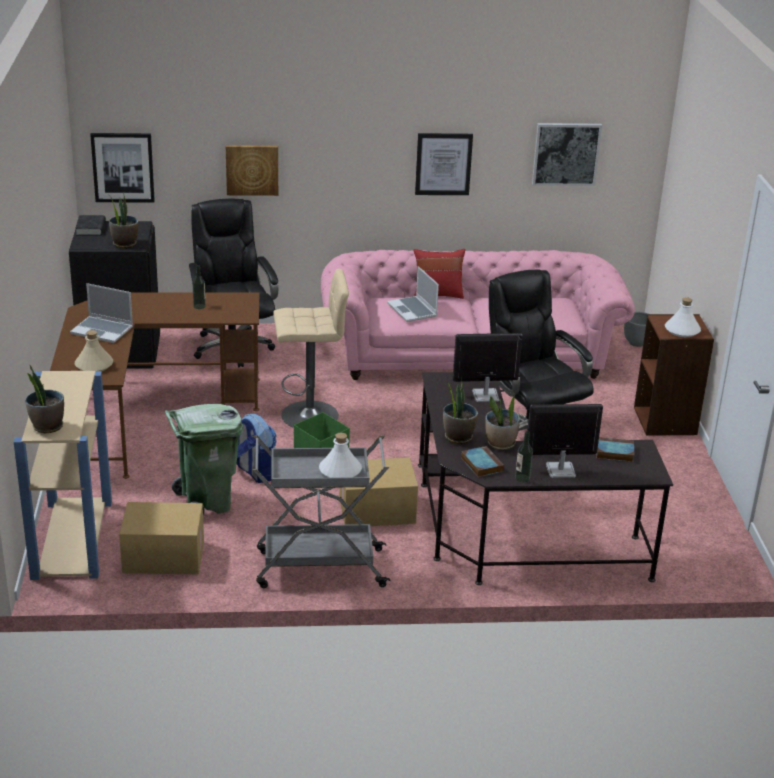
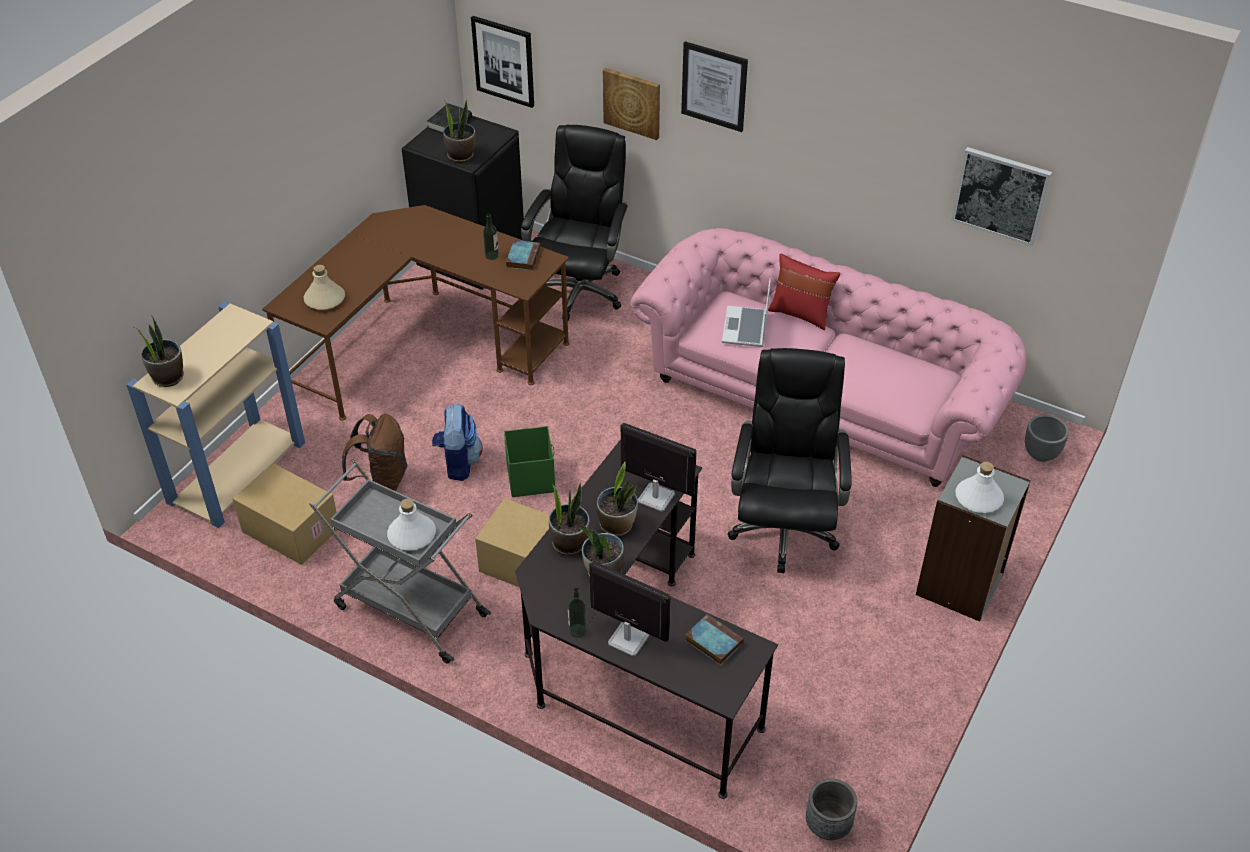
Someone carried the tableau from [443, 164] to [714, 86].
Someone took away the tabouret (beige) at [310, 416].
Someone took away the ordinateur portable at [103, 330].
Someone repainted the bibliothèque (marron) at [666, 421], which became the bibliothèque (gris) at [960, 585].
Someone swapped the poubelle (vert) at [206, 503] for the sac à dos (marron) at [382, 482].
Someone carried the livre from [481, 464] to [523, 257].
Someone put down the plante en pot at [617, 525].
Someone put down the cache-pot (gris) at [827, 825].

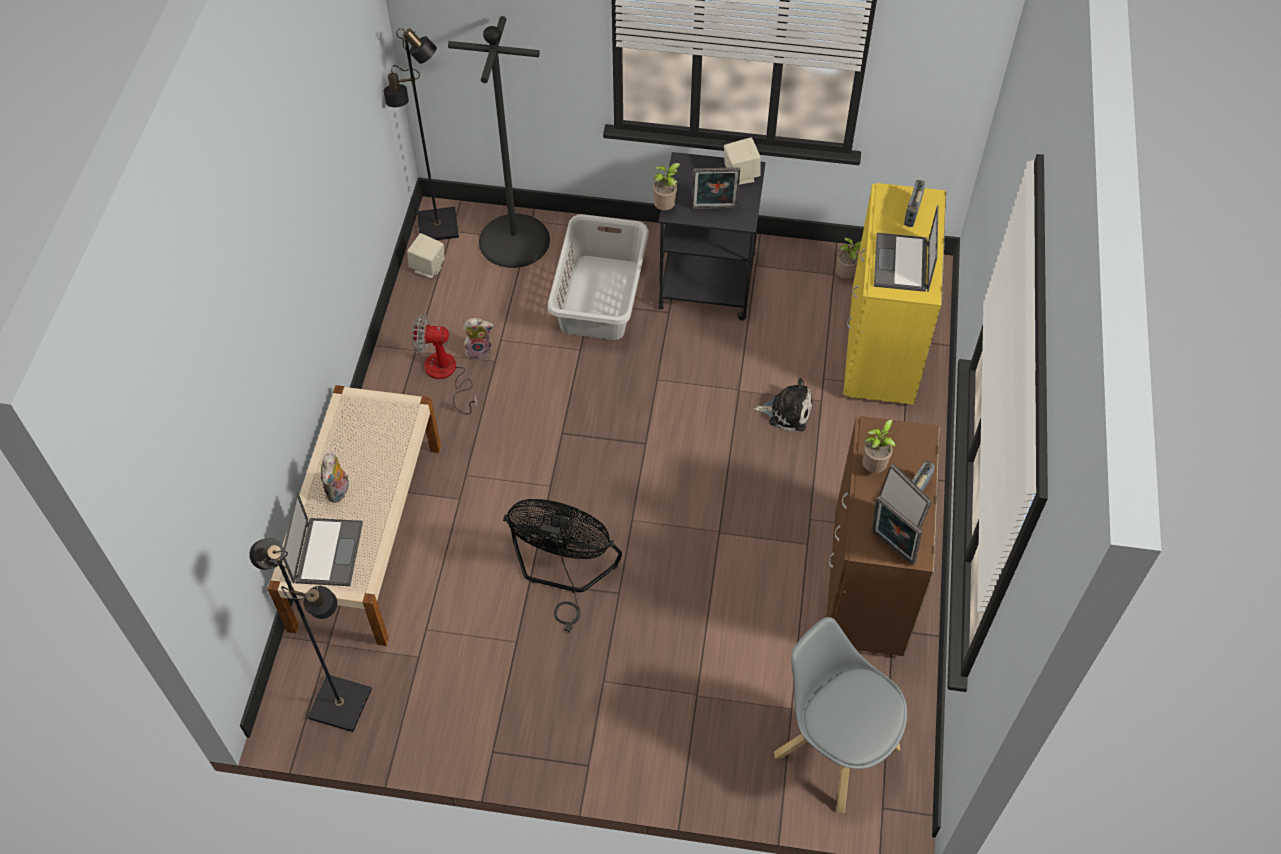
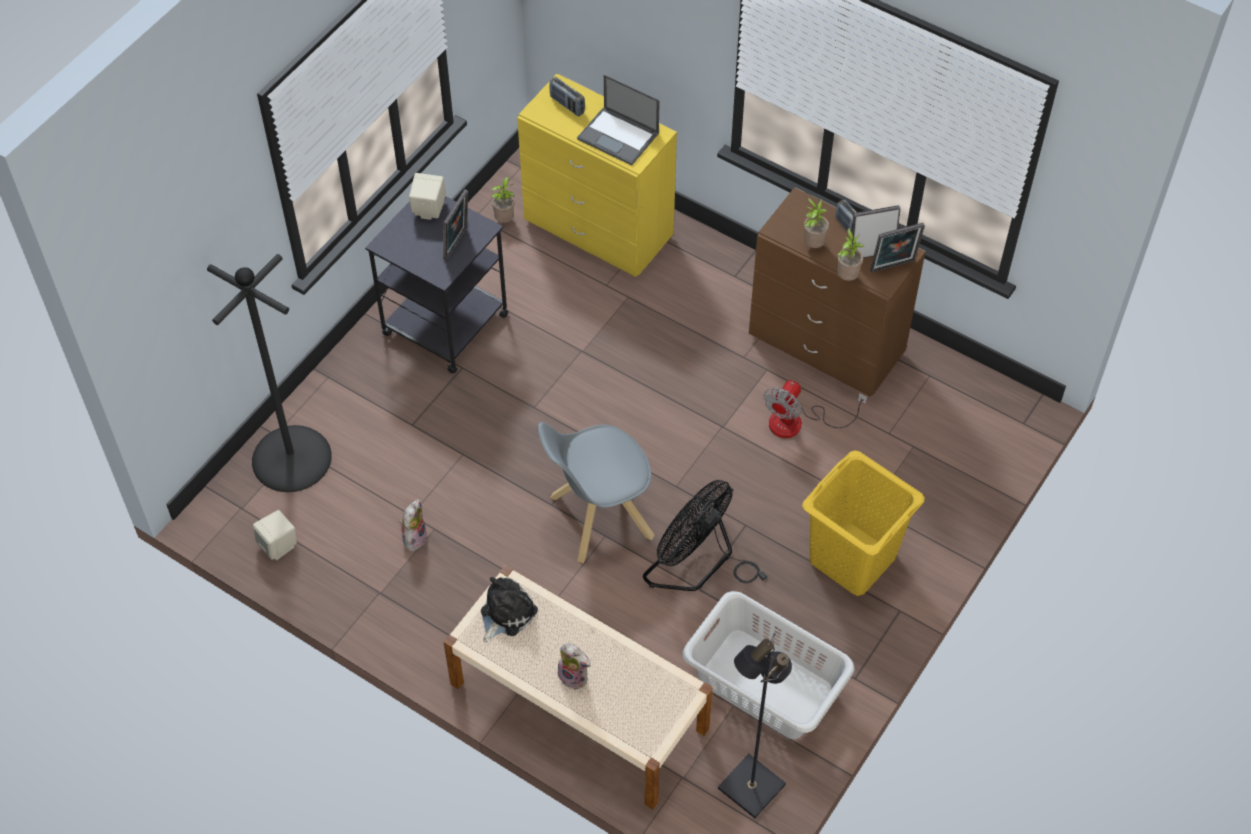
Someone took away the lampadaire (noir) at [437, 225].
Someone carried the plante en pot from [666, 208] to [847, 276].
Someone carried the panier à linge (gris) from [599, 298] to [765, 685].
Someone carried the ventilateur from [446, 375] to [798, 423].
Someone carried the peluche from [787, 411] to [506, 613].
Someone took away the ordinateur portable at [327, 551].
Someone carried the chaise (gris) from [834, 748] to [598, 517].
Someone put down the panier à linge (jaune) at [852, 559].

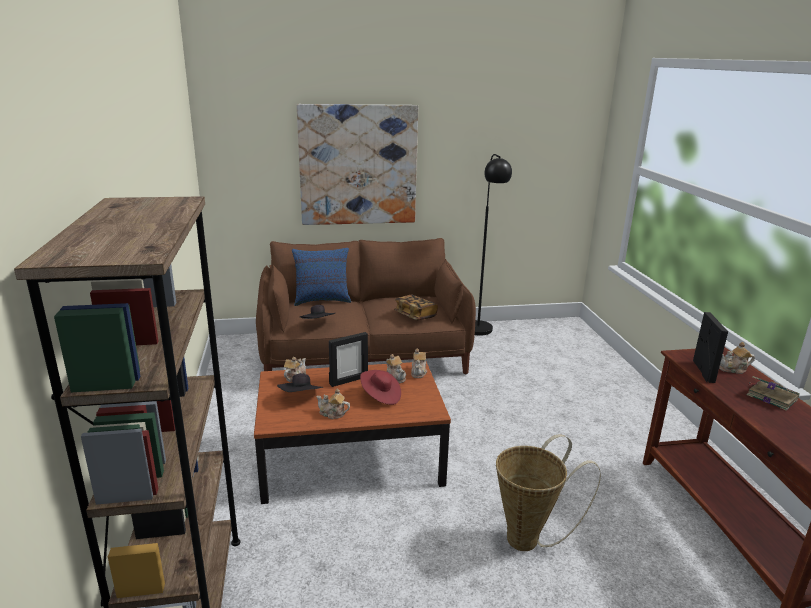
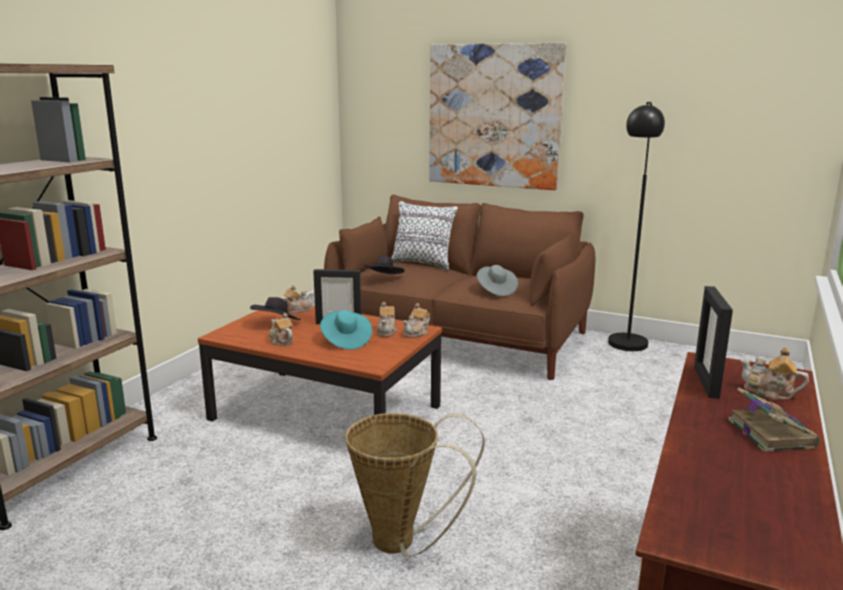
Someone repainted the coussin (bleu) at [322, 301], which became the coussin (blanc) at [422, 264].
Someone swapped the livre at [415, 315] for the chapeau (gris) at [496, 290].
Someone rotated the cadre photo at [702, 371] by 150 degrees clockwise.
Someone repainted the chapeau (rouge) at [380, 396], which became the chapeau (turquoise) at [345, 341].

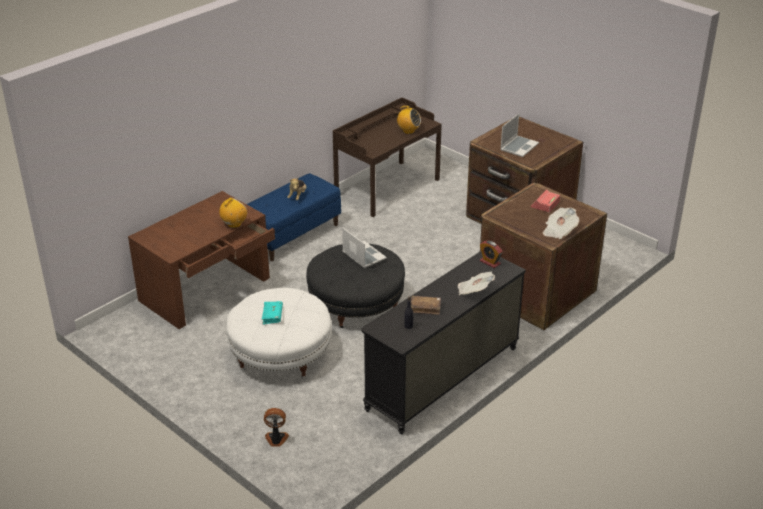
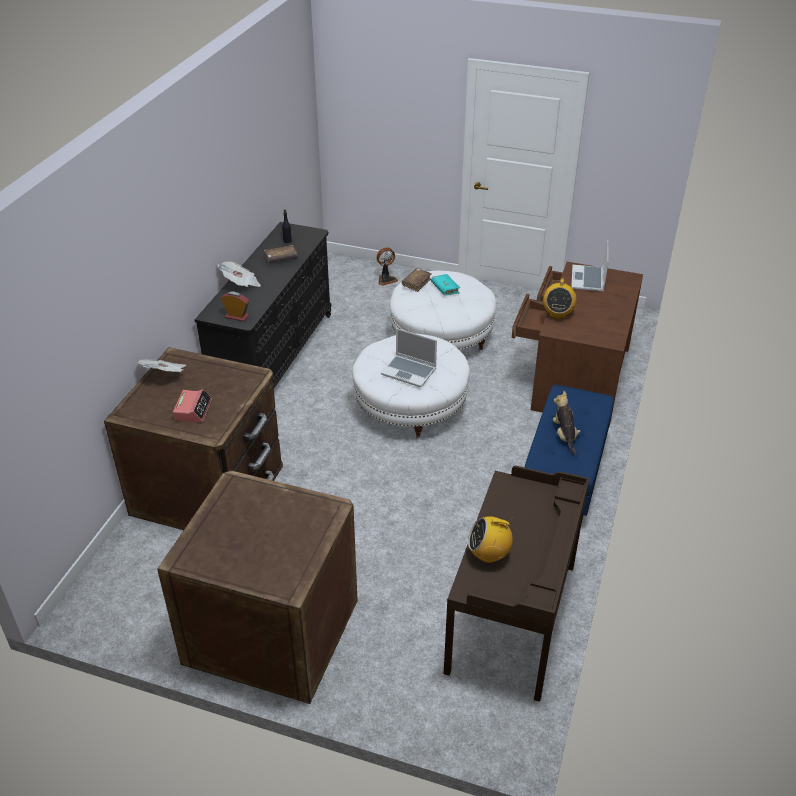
Someone carried the ordinateur portable from [519, 147] to [588, 280].
Someone repainted the pouf (noir) at [356, 304], which became the pouf (blanc) at [410, 407].
Someone put down the livre (marron) at [416, 283].

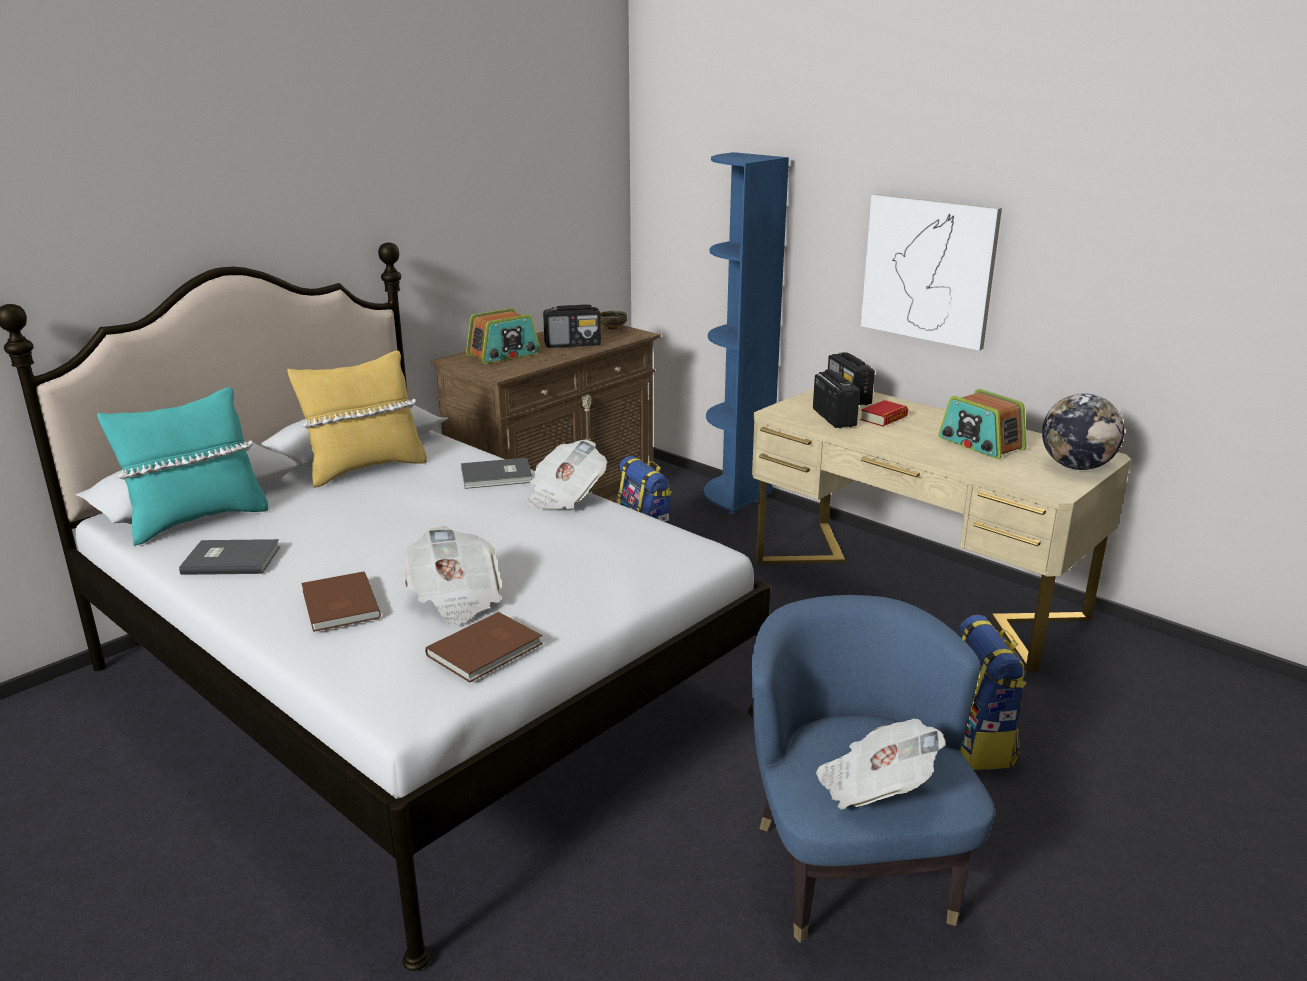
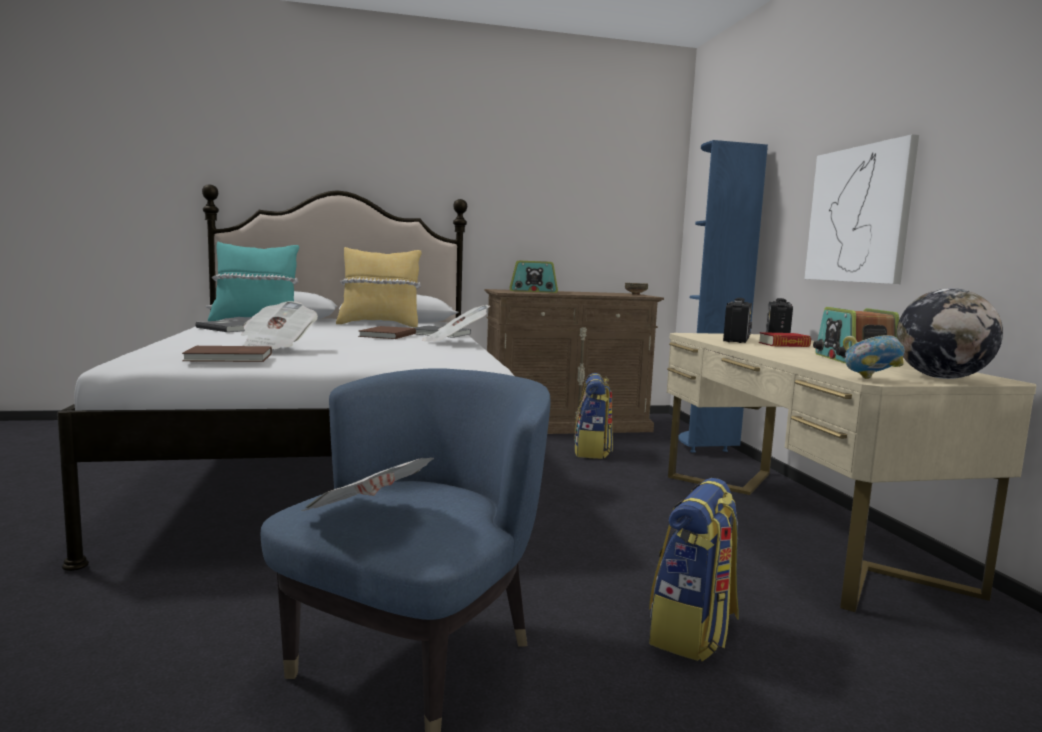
Someone took away the radio at [573, 344].
Someone carried the livre (marron) from [338, 605] to [385, 335].
Someone put down the bol at [871, 380].

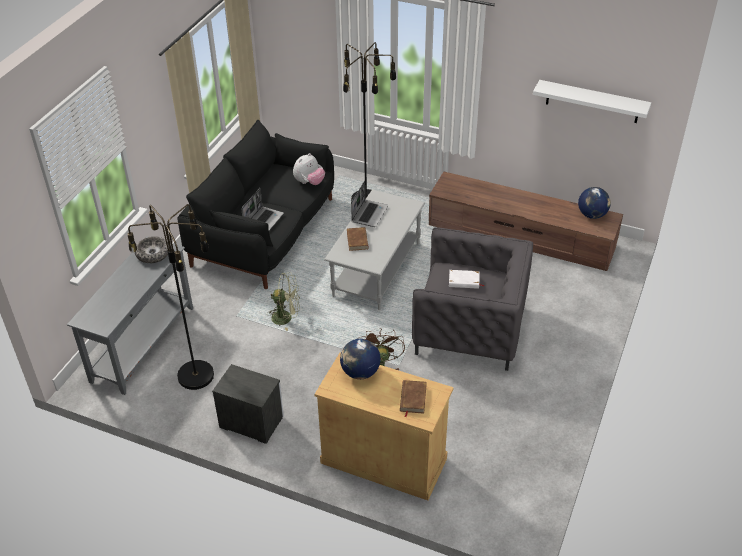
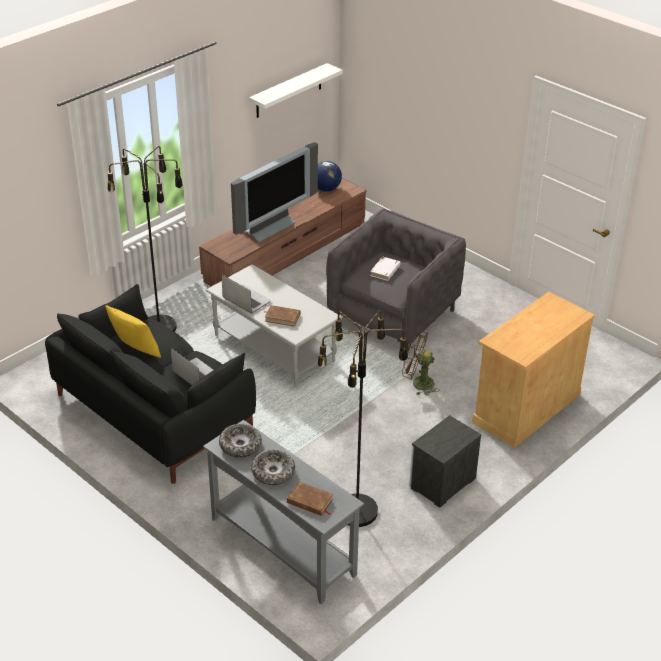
Someone took away the peluche at [309, 182].
Someone took away the ventilateur (vert) at [286, 317].
Someone took away the globe at [360, 372].
Someone carried the livre (marron) from [412, 399] to [310, 501].
Someone put down the téléviseur at [268, 227].
Someone put down the coussin (jaune) at [136, 351].
Someone put down the bol at [273, 472].

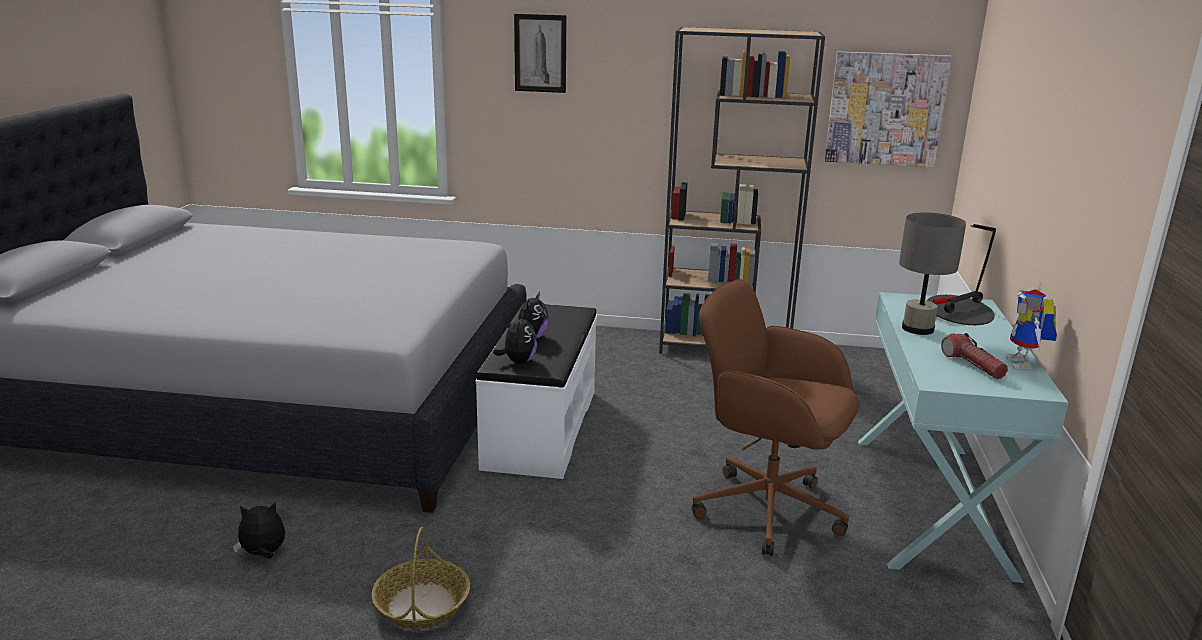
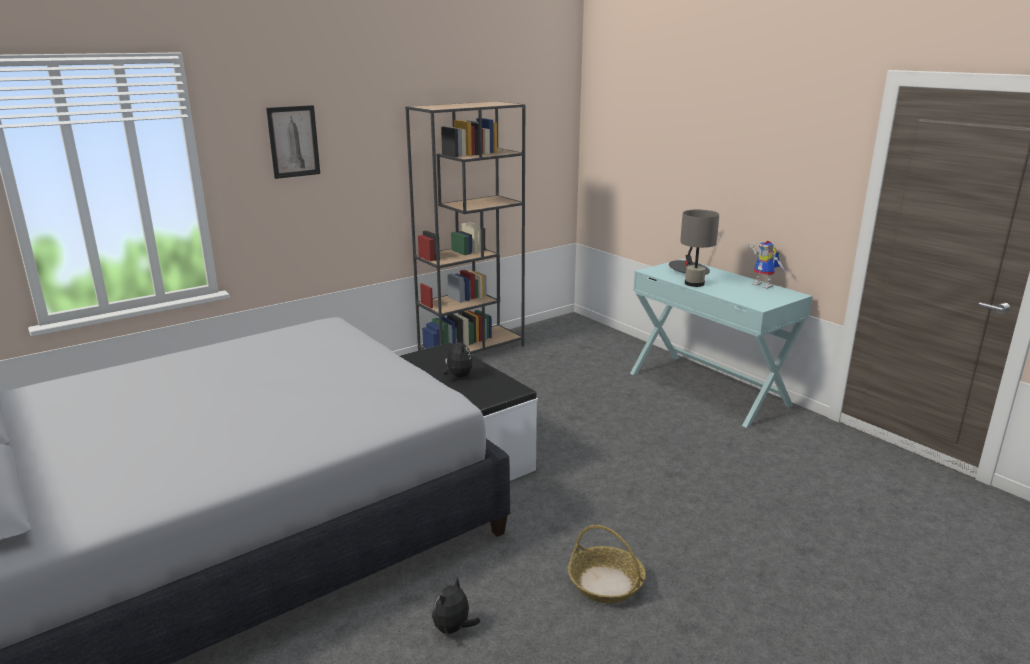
Someone took away the tableau at [885, 109].
Someone took away the chaise de bureau (marron) at [766, 510].
Someone took away the peluche at [518, 362].
Someone took away the lampe de poche at [972, 365].

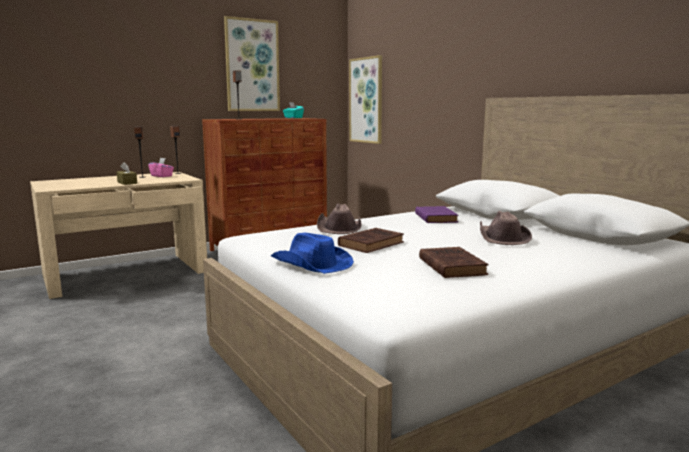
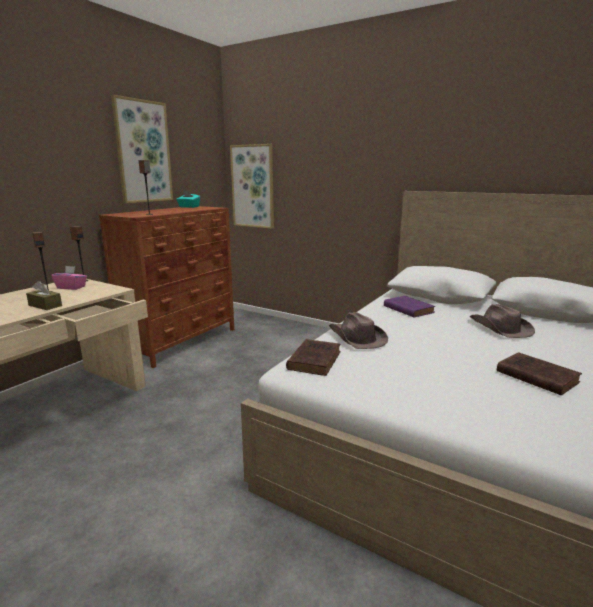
Someone carried the livre (marron) from [372, 244] to [315, 359].
Someone took away the chapeau (bleu) at [311, 264].

